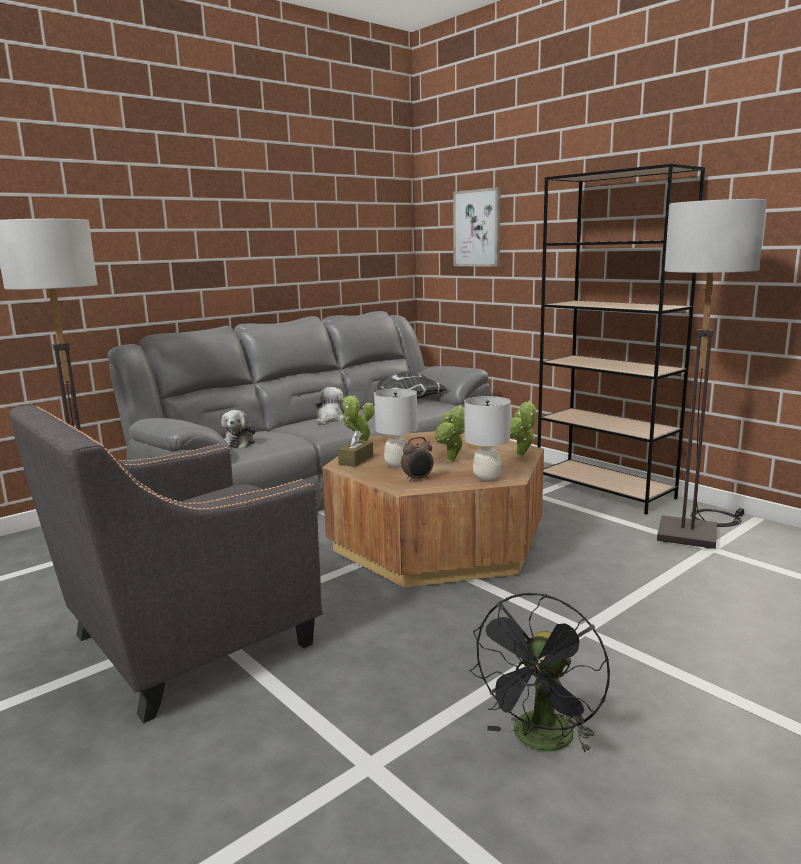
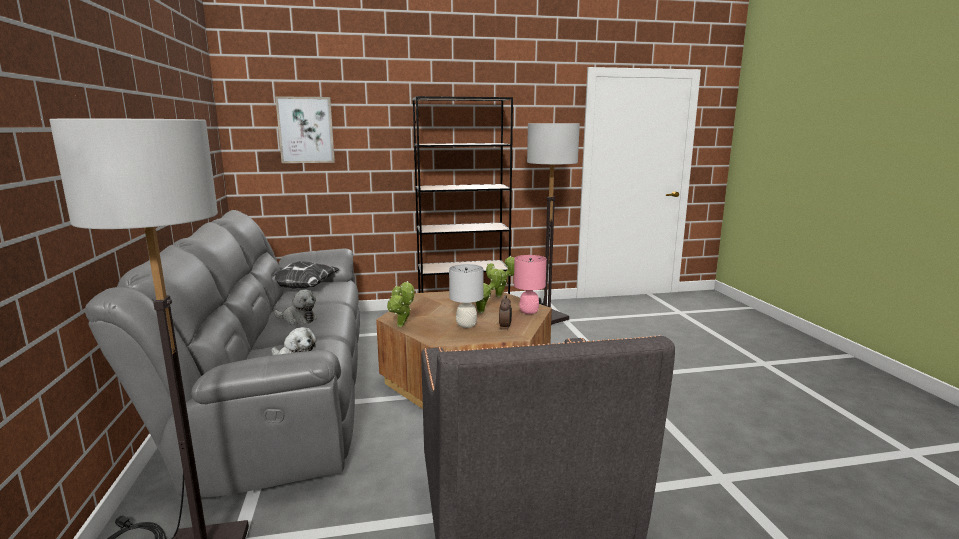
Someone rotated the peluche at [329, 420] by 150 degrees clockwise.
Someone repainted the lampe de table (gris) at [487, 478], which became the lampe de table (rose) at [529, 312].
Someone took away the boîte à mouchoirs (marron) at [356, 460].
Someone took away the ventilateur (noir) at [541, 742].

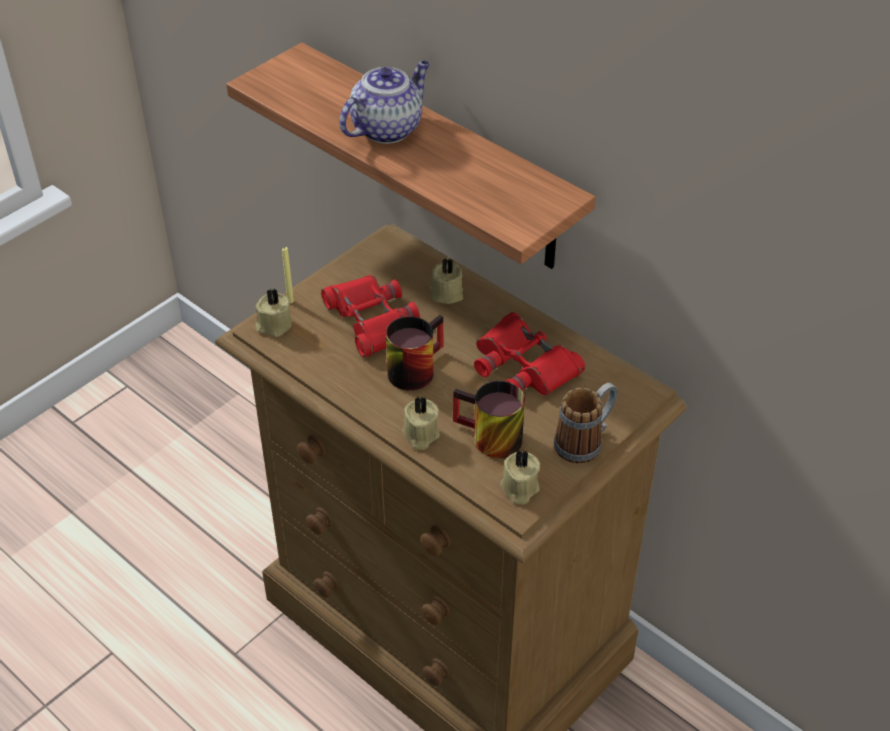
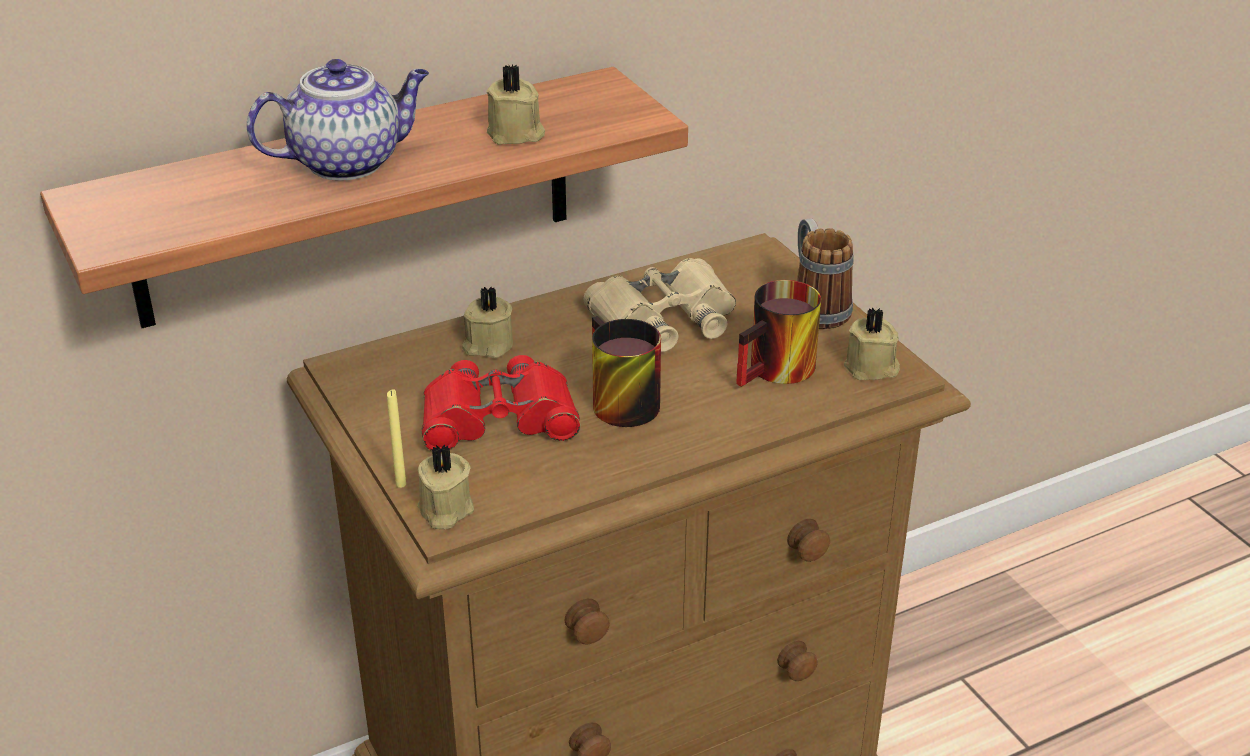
Someone rotated the théière at [387, 128] by 90 degrees clockwise.
Someone repainted the jumelles (rouge) at [524, 366], which became the jumelles (beige) at [665, 318].
Someone carried the bougie (beige) from [420, 435] to [516, 134].

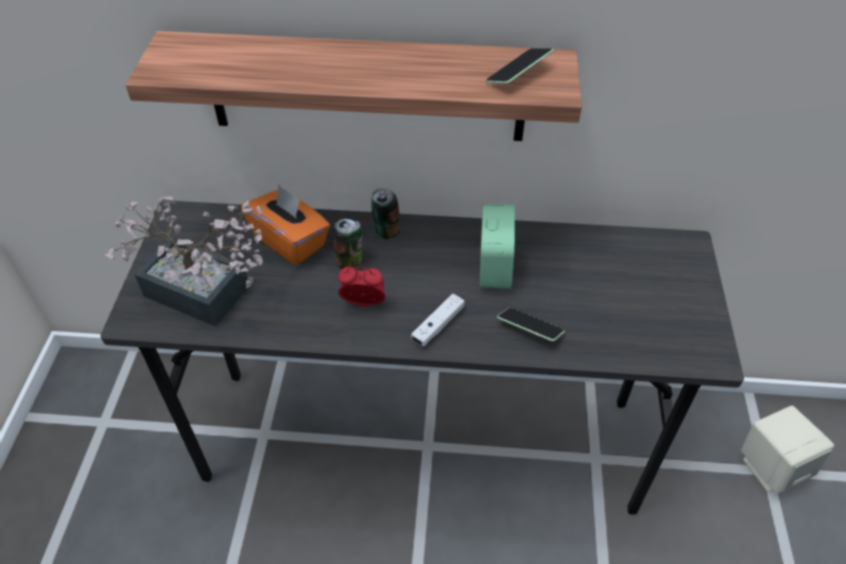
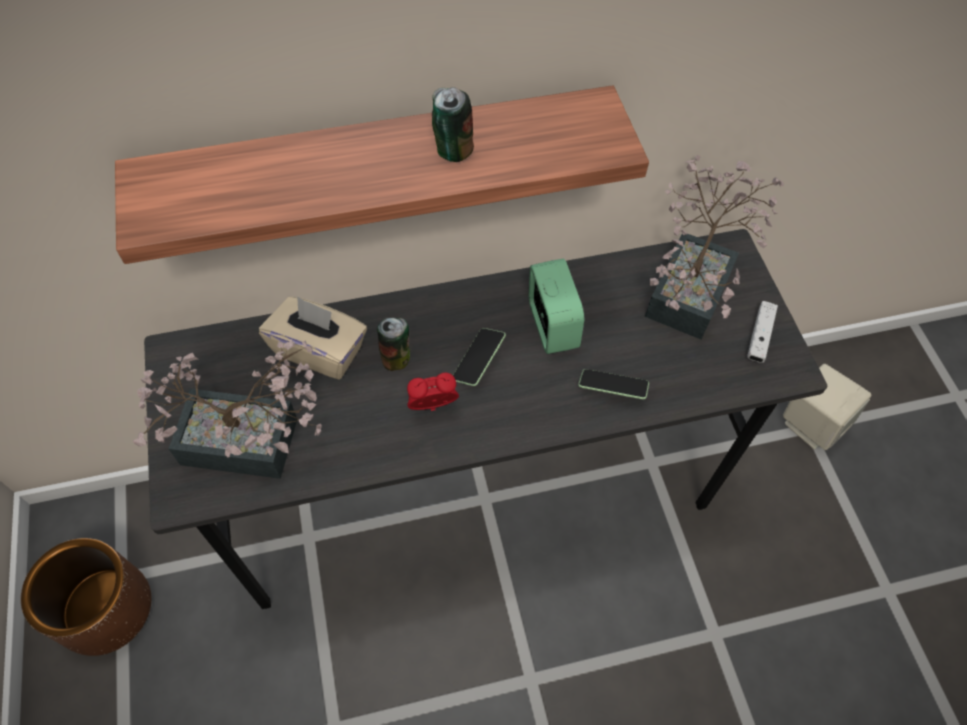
Someone carried the téléphone from [518, 75] to [478, 361].
Someone repainted the boîte à mouchoirs (orange) at [290, 241], which became the boîte à mouchoirs (beige) at [320, 350].
Someone carried the boîte métallique from [385, 230] to [452, 150].
Someone carried the manette (blanc) from [438, 325] to [759, 336].
Someone put down the plante en pot at [693, 286].
Someone put down the cache-pot (marron) at [105, 610].

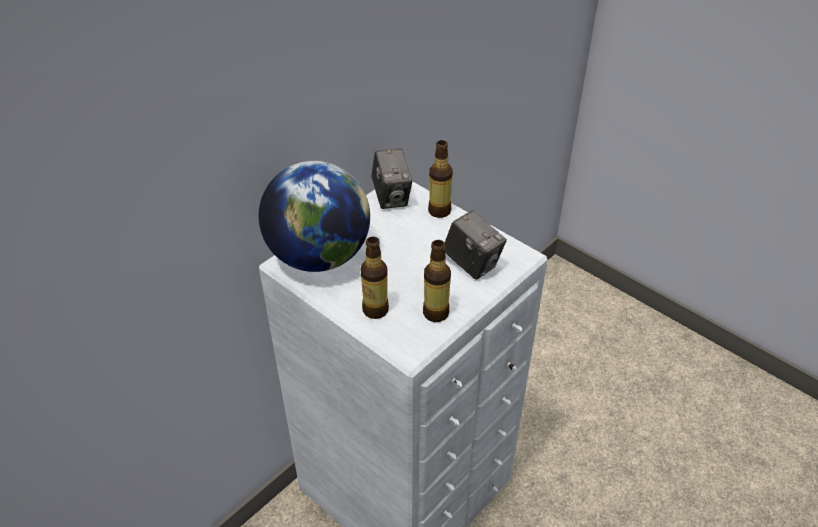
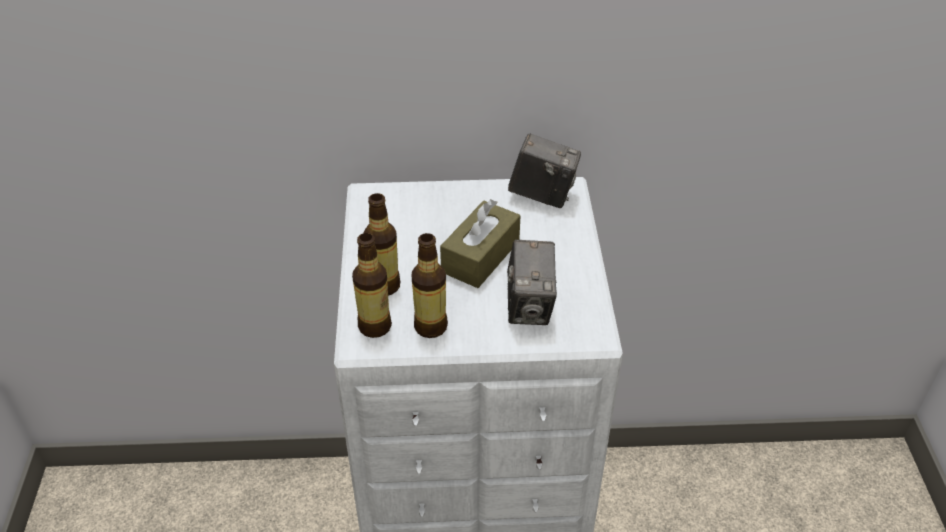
Someone carried the bouteille from [439, 211] to [375, 326].
Someone rotated the appareil photo at [391, 197] by 105 degrees counterclockwise.
Someone took away the globe at [319, 256].
Someone put down the boîte à mouchoirs (marron) at [480, 256].

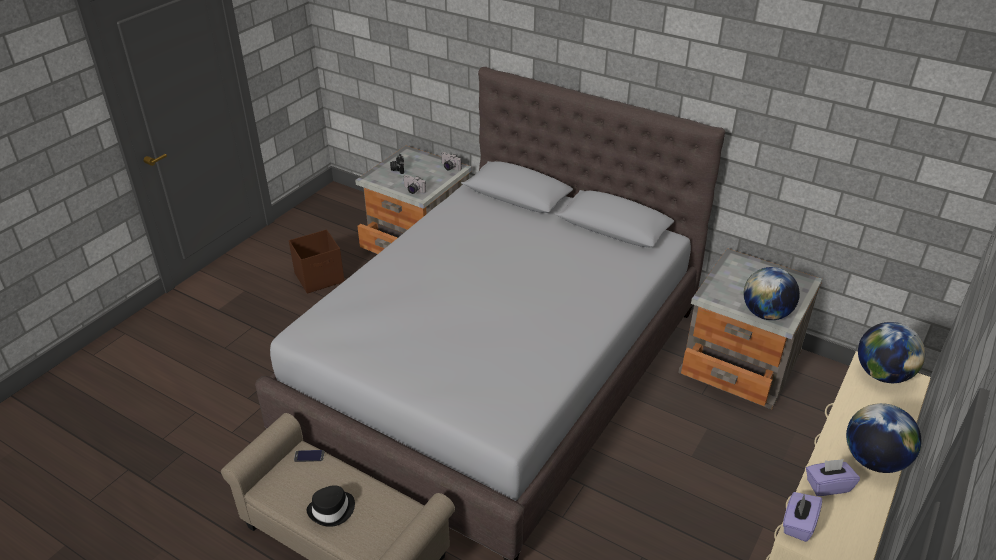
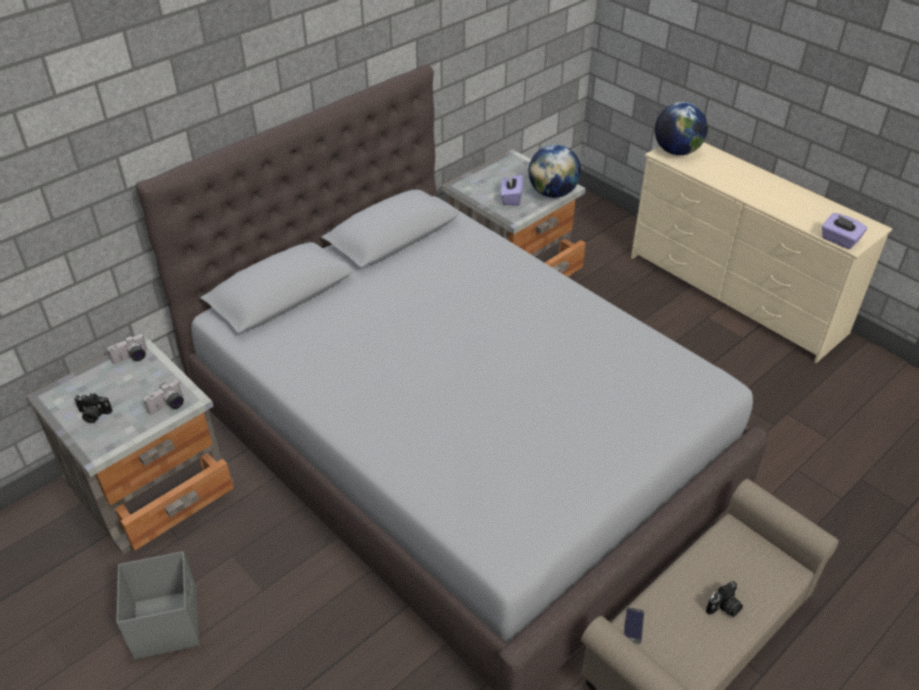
Someone repainted the boîte de rangement (marron) at [320, 278], which became the boîte de rangement (gris) at [167, 623].
Someone took away the globe at [873, 460].
Someone carried the boîte à mouchoirs (violet) from [827, 485] to [511, 198].
Someone swapped the chapeau (noir) at [332, 510] for the appareil photo at [724, 607].

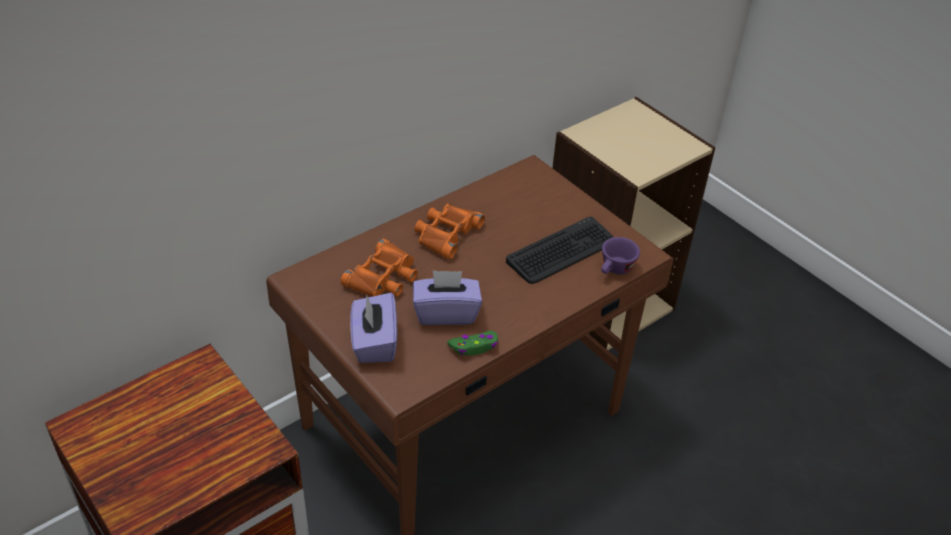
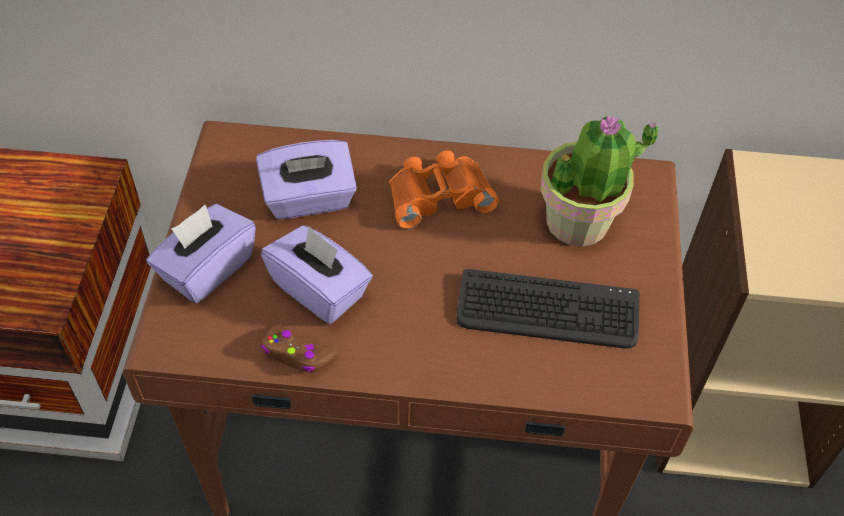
Someone took away the tasse (violet) at [615, 270].
Someone swapped the jumelles (orange) at [383, 277] for the boîte à mouchoirs (violet) at [309, 200].
Someone repainted the manette (vert) at [474, 347], which became the manette (marron) at [297, 354].
Someone put down the plante en pot at [579, 222].

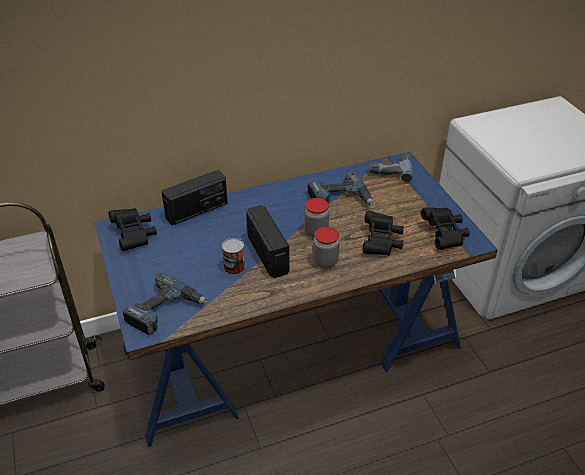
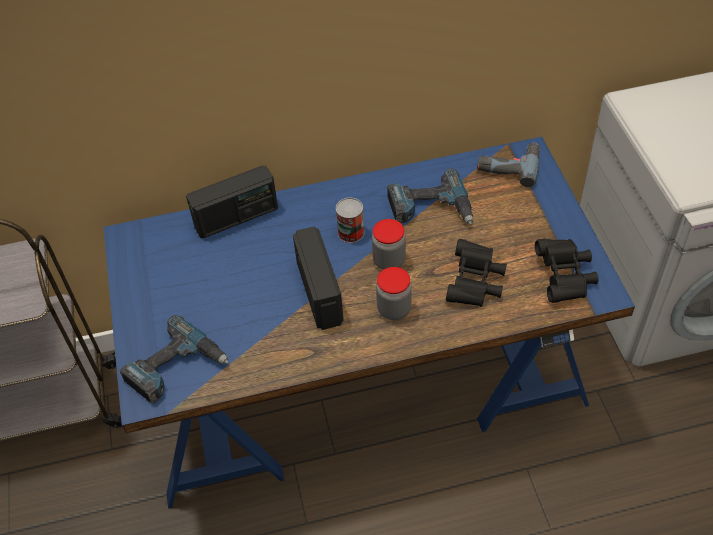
Someone took away the jumelles (noir) at [134, 235].
Someone carried the boîte métallique from [234, 267] to [351, 232].

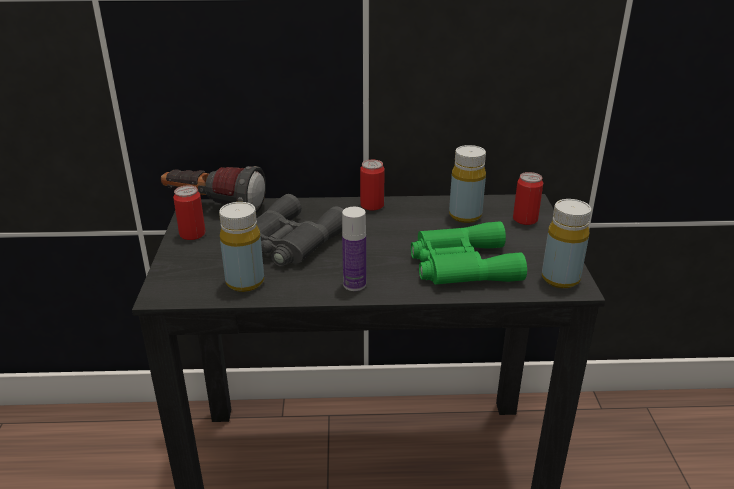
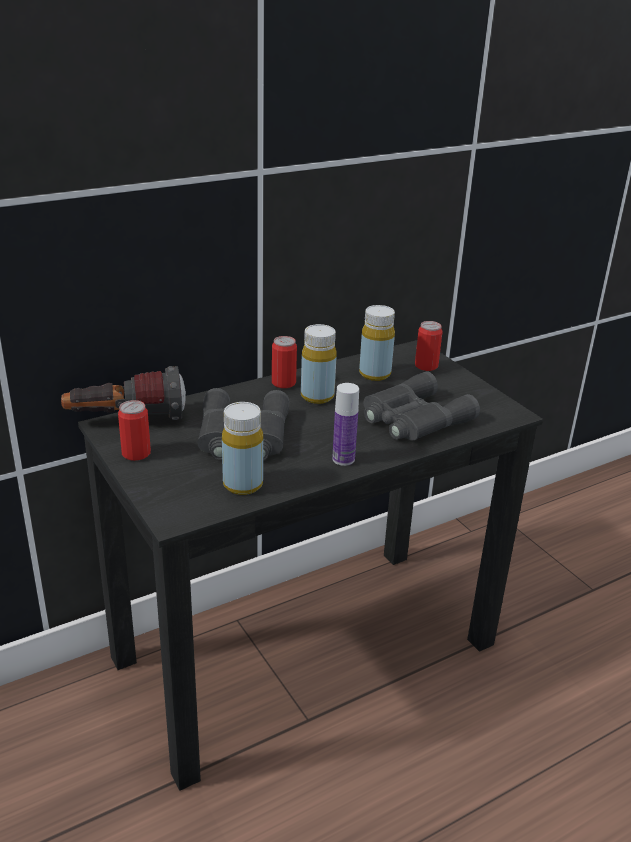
Someone carried the bouteille (jaune) from [560, 279] to [317, 396].
Someone repainted the jumelles (vert) at [461, 265], which became the jumelles (gris) at [413, 418].

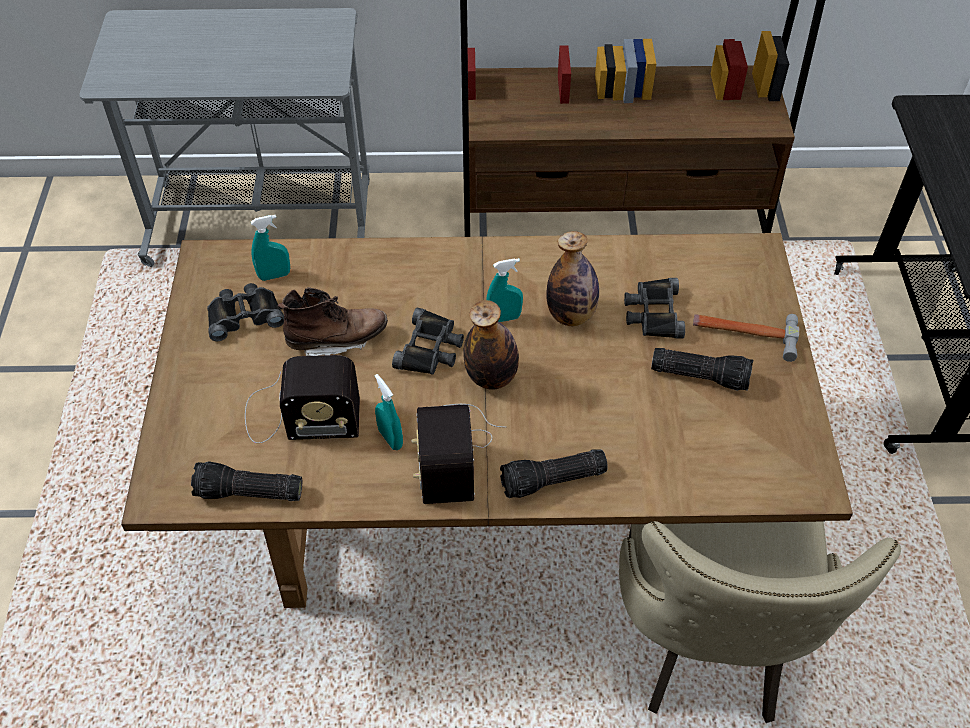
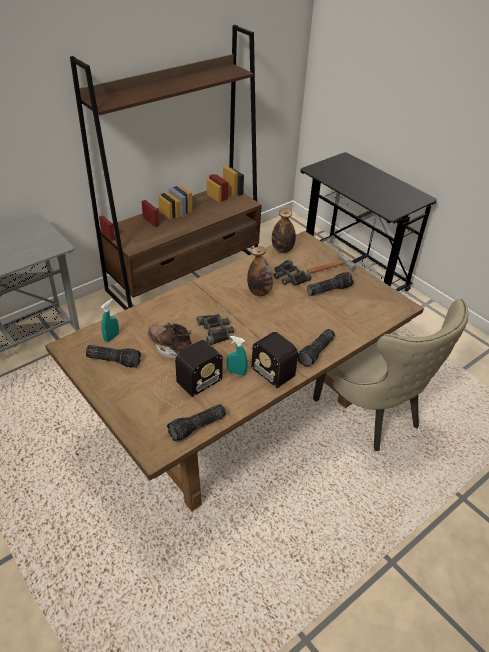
Someone took away the vaporisateur (turquoise) at [504, 318].
Someone swapped the jumelles (noir) at [244, 315] for the lampe de poche at [114, 360].
Someone rotated the botte (marron) at [337, 340] by 90 degrees counterclockwise.
Someone carried the bouteille from [491, 377] to [282, 249].

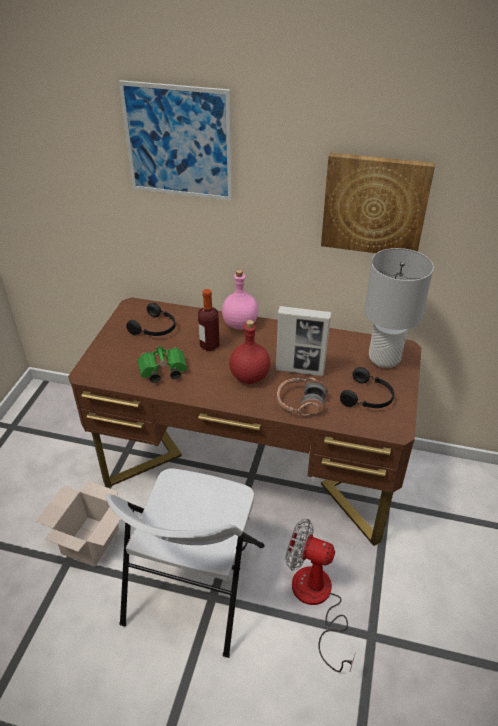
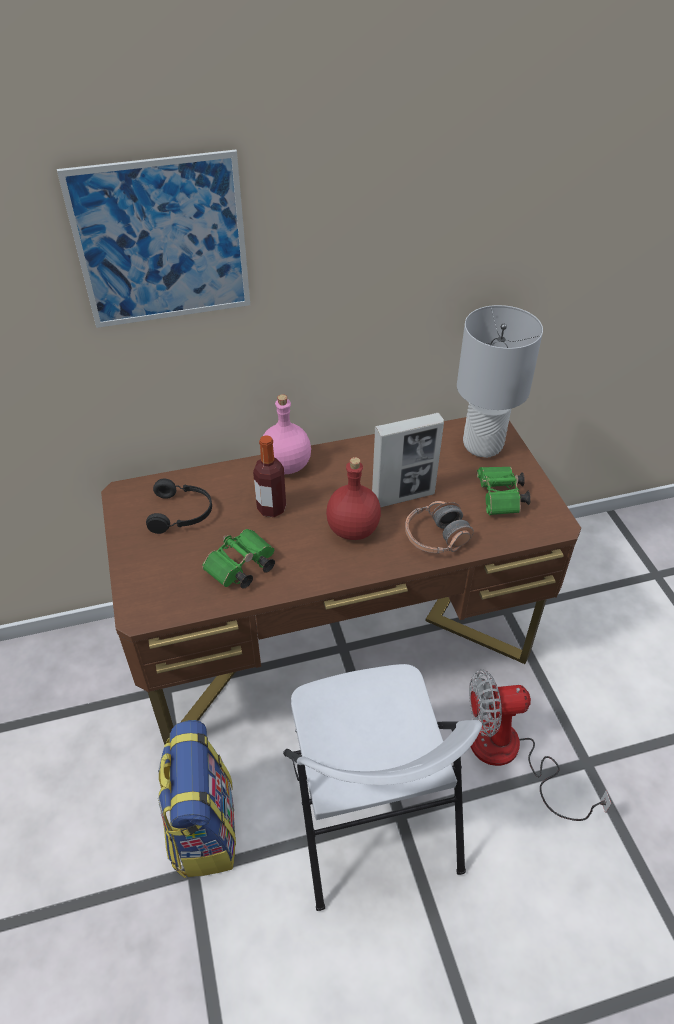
Someone took away the tableau at [374, 205].
Someone swapped the casque audio (noir) at [368, 397] for the jumelles (vert) at [500, 499].
Someone swapped the carton at [90, 540] for the sac à dos at [203, 828].

